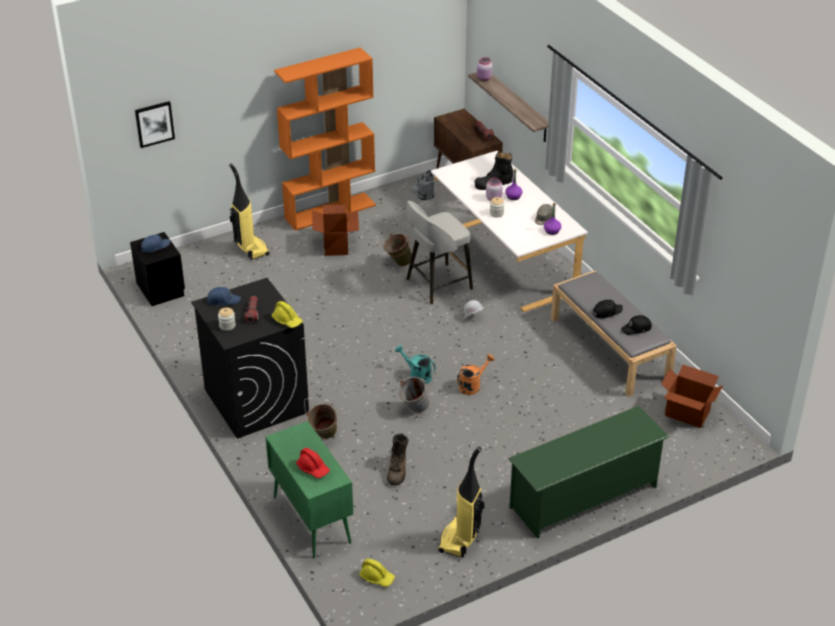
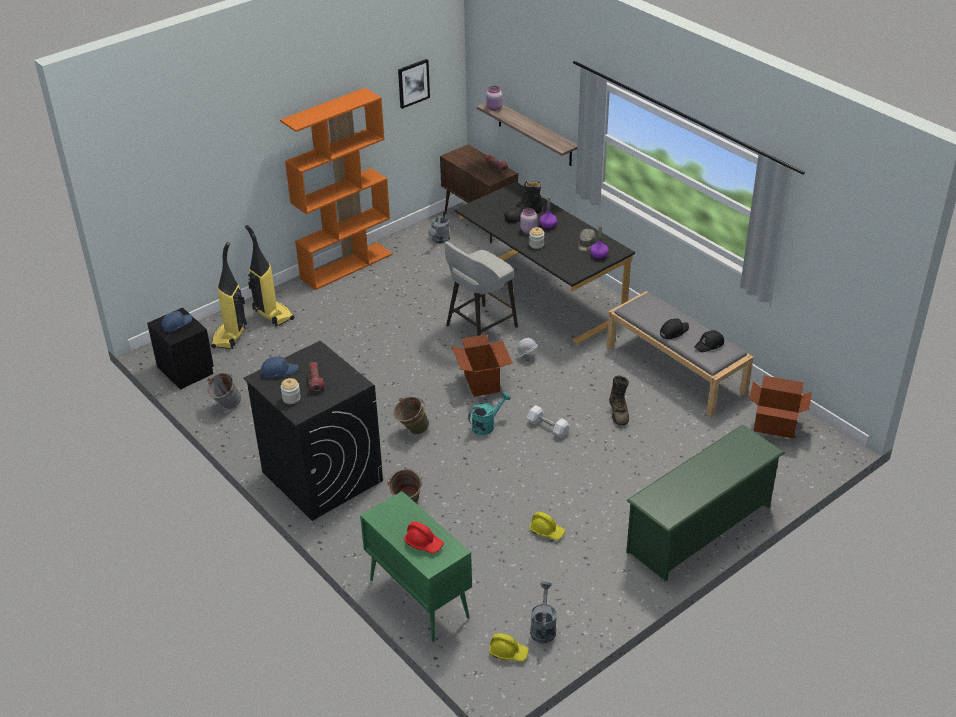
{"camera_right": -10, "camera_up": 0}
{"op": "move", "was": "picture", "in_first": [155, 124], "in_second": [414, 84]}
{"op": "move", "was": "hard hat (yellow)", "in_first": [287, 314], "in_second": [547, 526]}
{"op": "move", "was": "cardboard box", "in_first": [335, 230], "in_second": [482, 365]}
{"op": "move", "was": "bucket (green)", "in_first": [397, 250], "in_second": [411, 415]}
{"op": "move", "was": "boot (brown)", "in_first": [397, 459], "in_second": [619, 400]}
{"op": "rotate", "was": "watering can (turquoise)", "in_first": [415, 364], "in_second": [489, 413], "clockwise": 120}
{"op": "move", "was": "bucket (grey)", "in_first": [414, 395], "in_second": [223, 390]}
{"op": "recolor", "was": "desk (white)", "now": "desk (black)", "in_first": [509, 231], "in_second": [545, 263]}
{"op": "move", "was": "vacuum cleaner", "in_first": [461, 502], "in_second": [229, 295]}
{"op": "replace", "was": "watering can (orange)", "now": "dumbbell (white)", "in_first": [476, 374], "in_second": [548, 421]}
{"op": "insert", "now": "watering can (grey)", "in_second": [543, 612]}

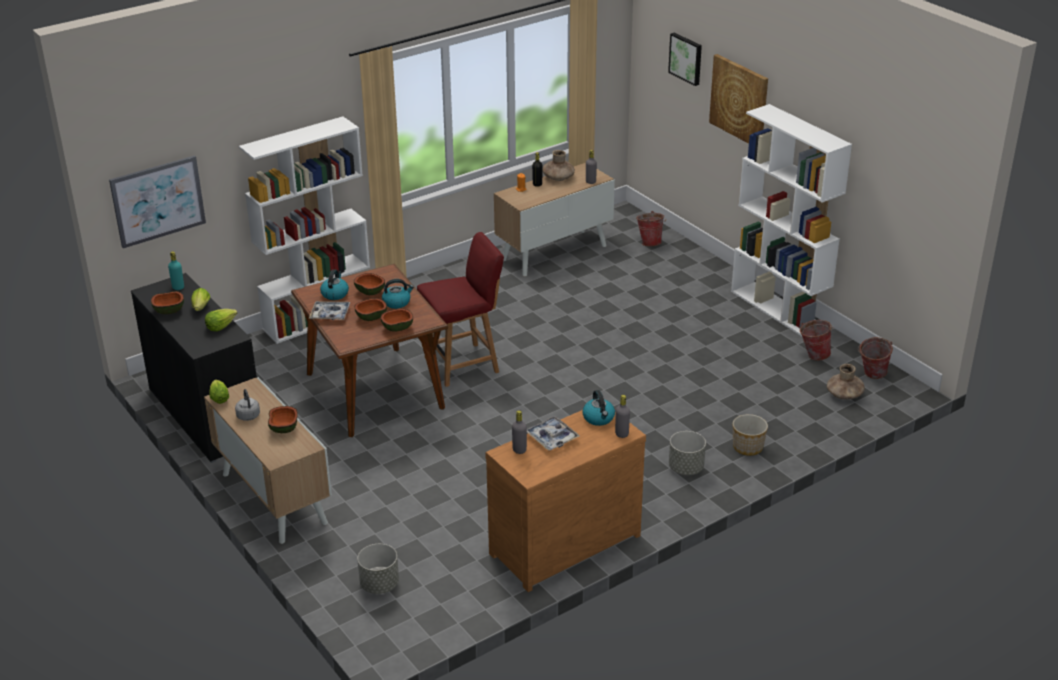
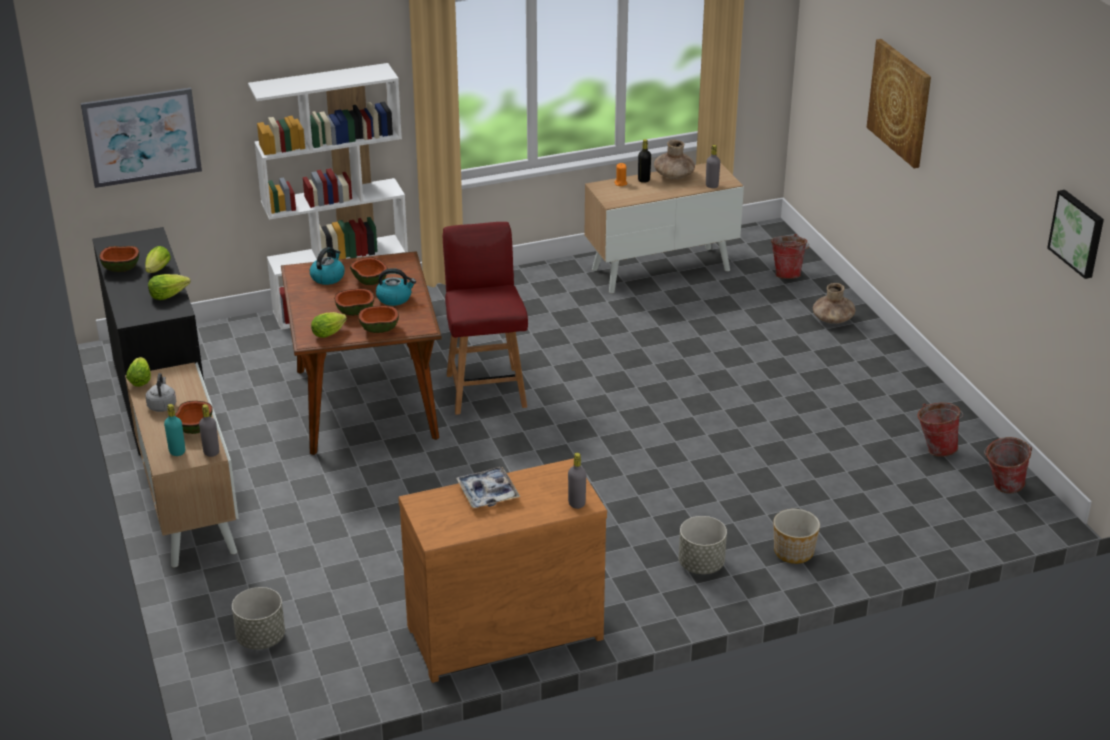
{"camera_right": 15, "camera_up": 0}
{"op": "move", "was": "bottle (turquoise)", "in_first": [176, 270], "in_second": [174, 430]}
{"op": "delete", "was": "tray", "in_first": [330, 310]}
{"op": "rotate", "was": "chair (red)", "in_first": [460, 309], "in_second": [485, 318], "clockwise": -90}
{"op": "move", "was": "bottle (grey)", "in_first": [519, 432], "in_second": [209, 430]}
{"op": "delete", "was": "kettle", "in_first": [598, 408]}
{"op": "move", "was": "picture", "in_first": [685, 59], "in_second": [1075, 234]}
{"op": "delete", "was": "bookcase (white)", "in_first": [791, 220]}
{"op": "move", "was": "vase (brown)", "in_first": [846, 382], "in_second": [834, 303]}
{"op": "insert", "now": "lettuce", "in_second": [329, 325]}

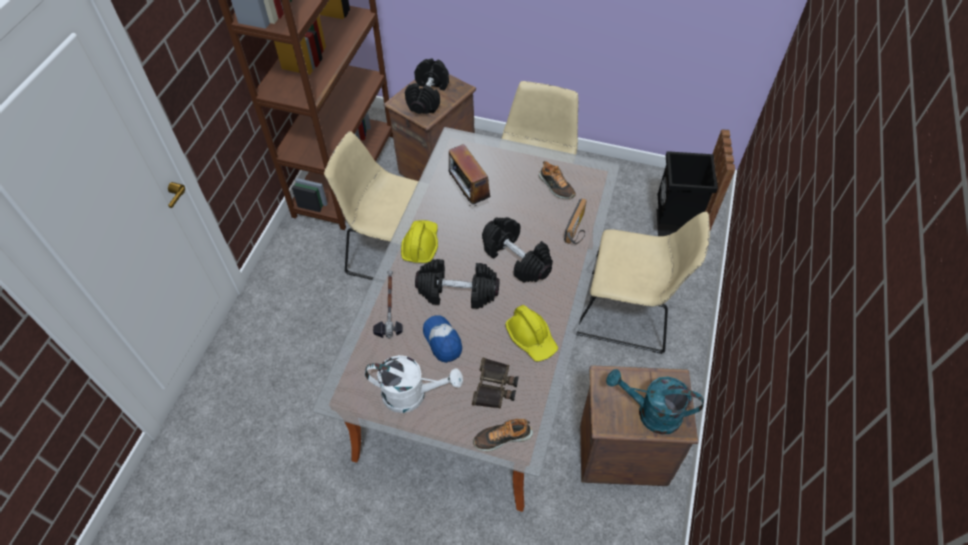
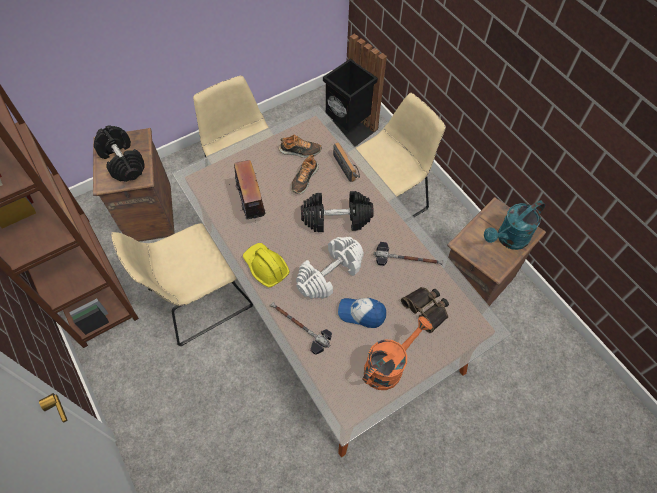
{"camera_right": -50, "camera_up": 5}
{"op": "recolor", "was": "watering can (white)", "now": "watering can (orange)", "in_first": [414, 384], "in_second": [397, 353]}
{"op": "recolor", "was": "dumbbell (black)", "now": "dumbbell (white)", "in_first": [457, 284], "in_second": [330, 268]}
{"op": "rotate", "was": "radio", "in_first": [470, 175], "in_second": [247, 191], "clockwise": -120}
{"op": "move", "was": "shoe", "in_first": [503, 435], "in_second": [305, 174]}
{"op": "replace", "was": "hard hat (yellow)", "now": "hammer", "in_first": [531, 333], "in_second": [408, 254]}

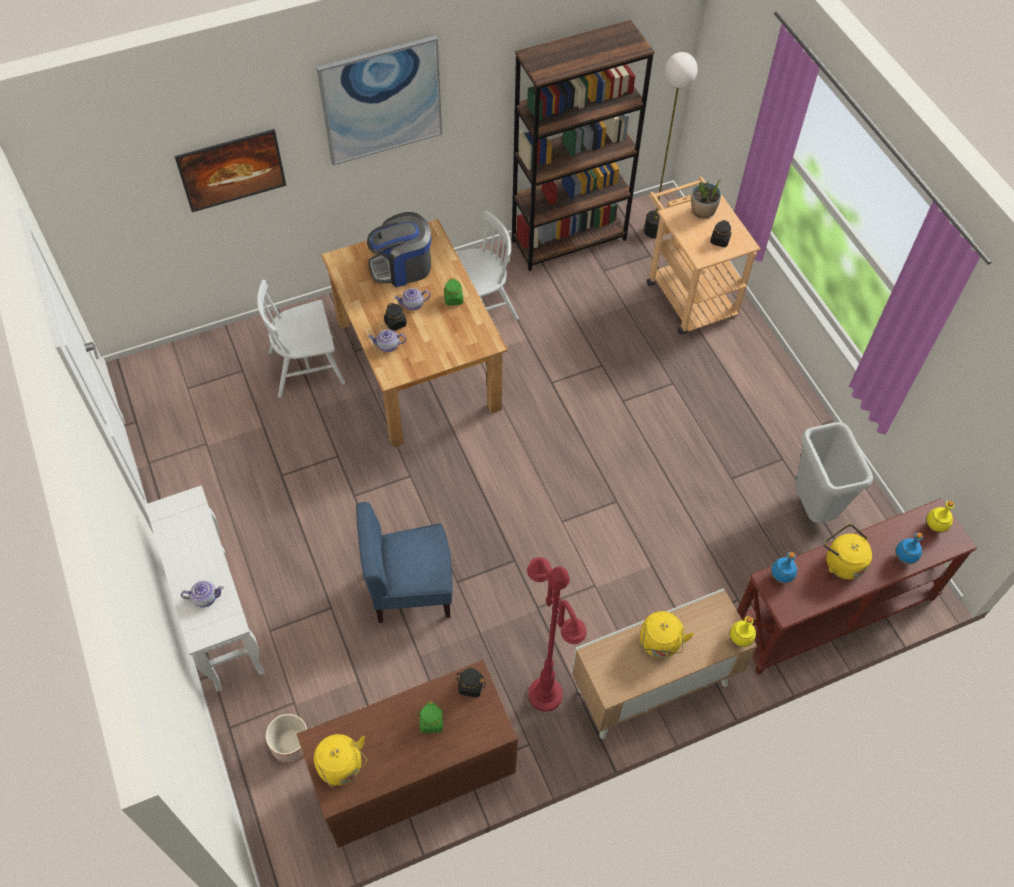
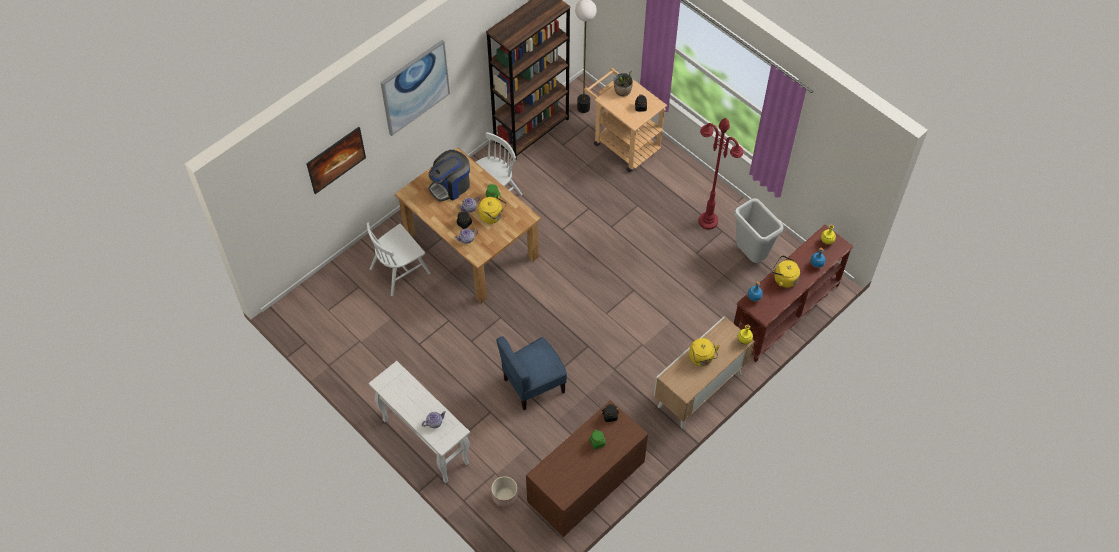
{"camera_right": -20, "camera_up": 0}
{"op": "move", "was": "kettle (yellow)", "in_first": [340, 760], "in_second": [492, 210]}
{"op": "move", "was": "floor lamp (red)", "in_first": [557, 634], "in_second": [721, 174]}

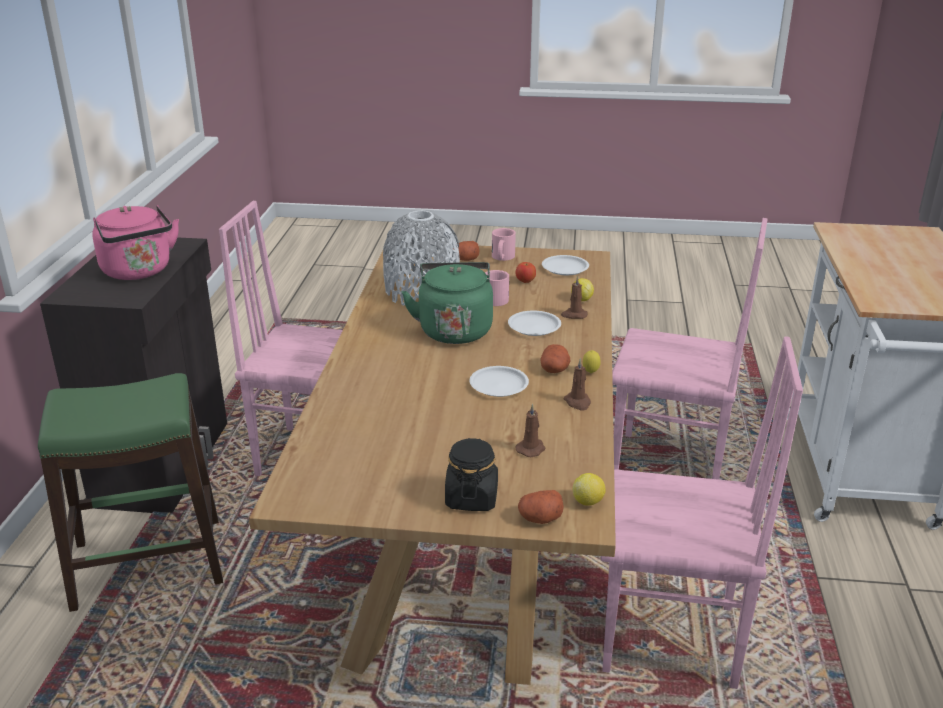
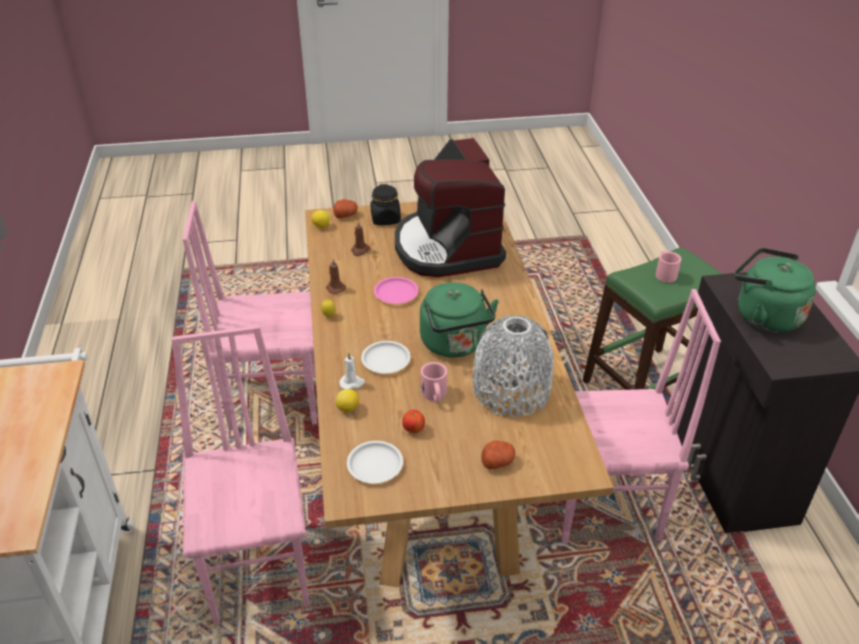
{"camera_right": 165, "camera_up": 10}
{"op": "recolor", "was": "kettle (pink)", "now": "kettle (green)", "in_first": [135, 242], "in_second": [775, 290]}
{"op": "recolor", "was": "plate (white)", "now": "plate (pink)", "in_first": [499, 381], "in_second": [396, 290]}
{"op": "move", "was": "mug (pink)", "in_first": [504, 244], "in_second": [668, 267]}
{"op": "delete", "was": "potato", "in_first": [555, 358]}
{"op": "recolor", "was": "candle (brown)", "now": "candle (white)", "in_first": [574, 297], "in_second": [352, 371]}
{"op": "rotate", "was": "chair (pink)", "in_first": [689, 349], "in_second": [240, 474], "clockwise": 75}
{"op": "insert", "now": "coffee machine", "in_second": [450, 207]}

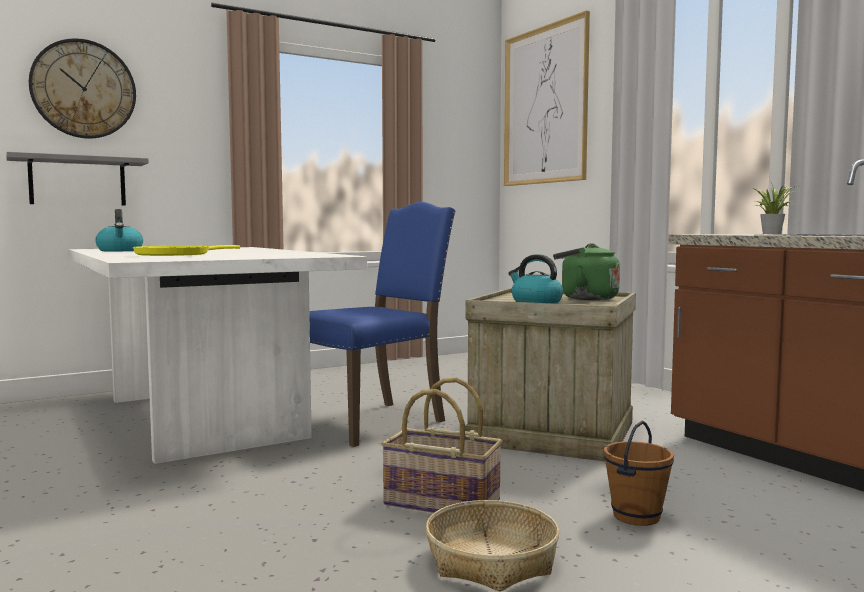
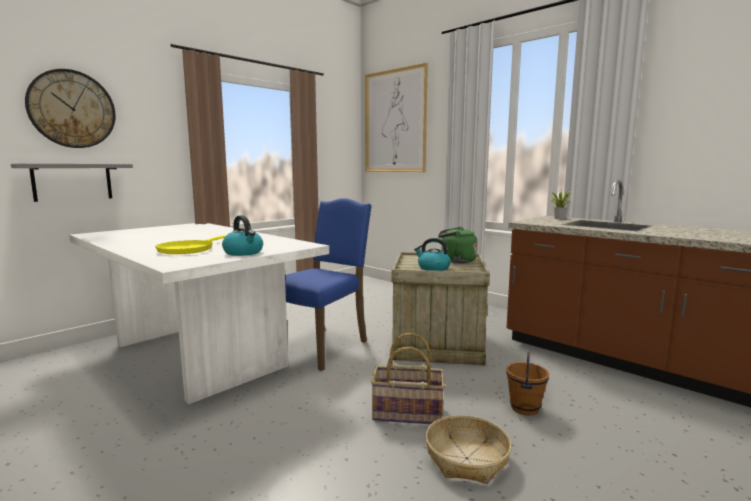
{"camera_right": -15, "camera_up": 5}
{"op": "move", "was": "kettle", "in_first": [119, 230], "in_second": [242, 235]}

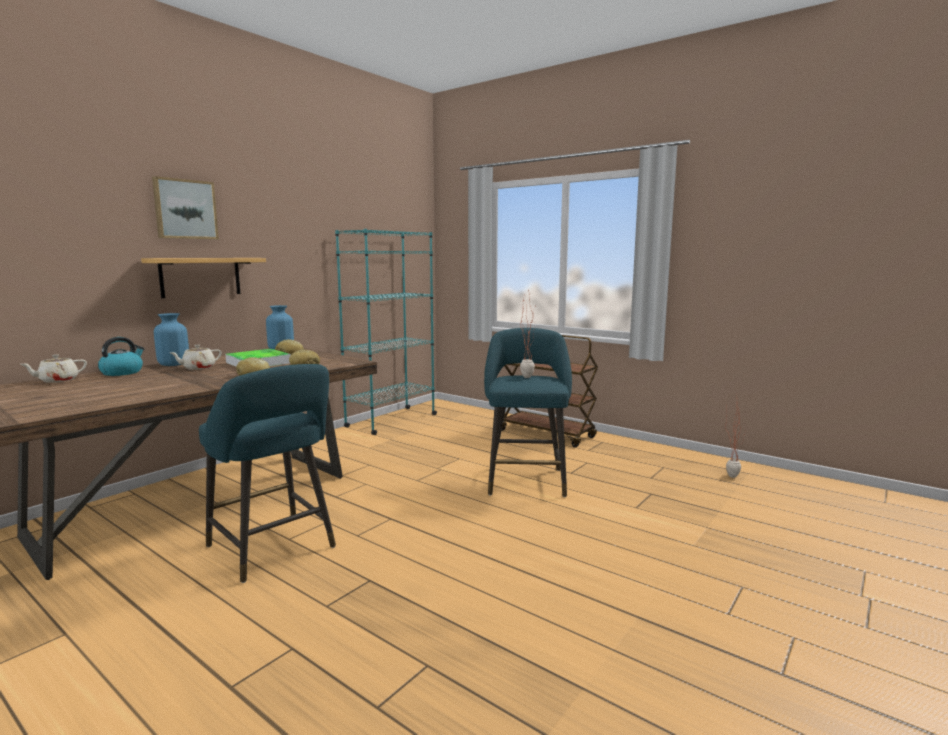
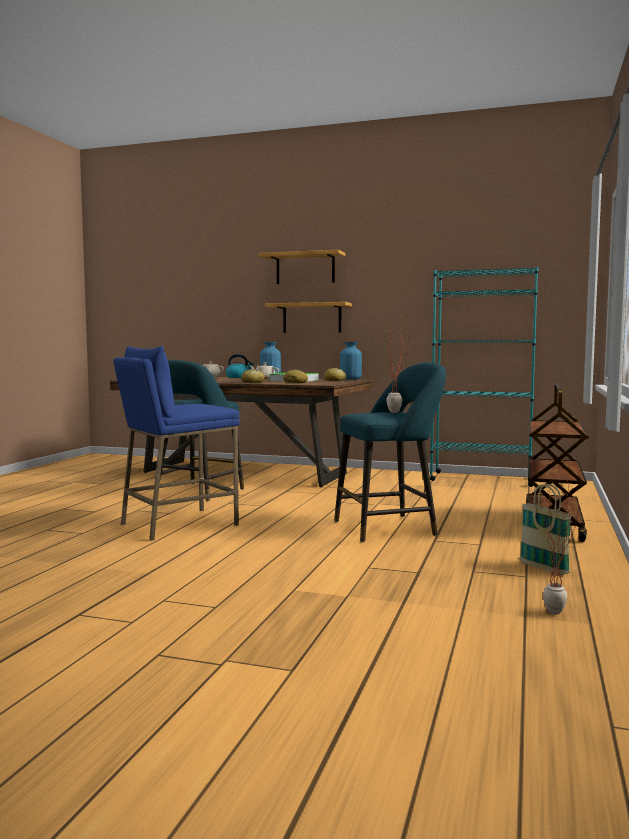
{"camera_right": 70, "camera_up": -5}
{"op": "replace", "was": "picture", "now": "shelf", "in_first": [185, 207], "in_second": [301, 267]}
{"op": "insert", "now": "stool (blue)", "in_second": [176, 443]}
{"op": "insert", "now": "basket", "in_second": [546, 529]}

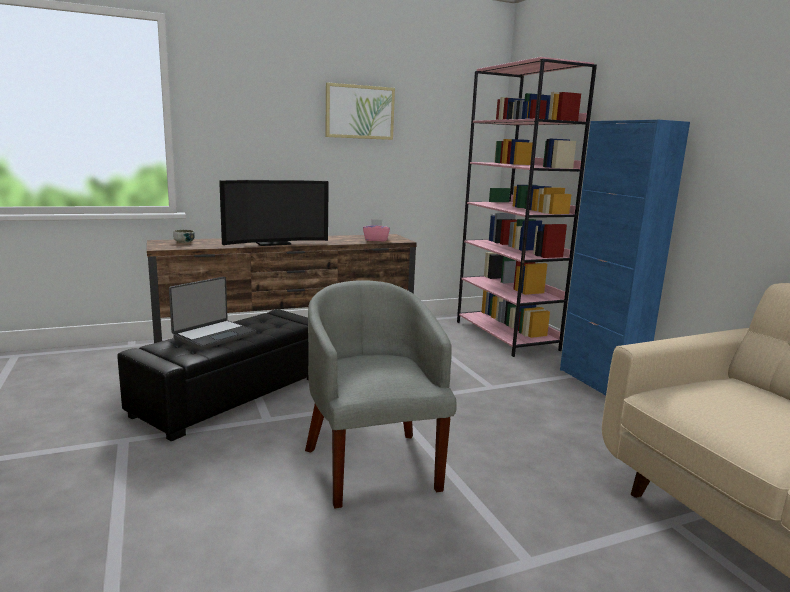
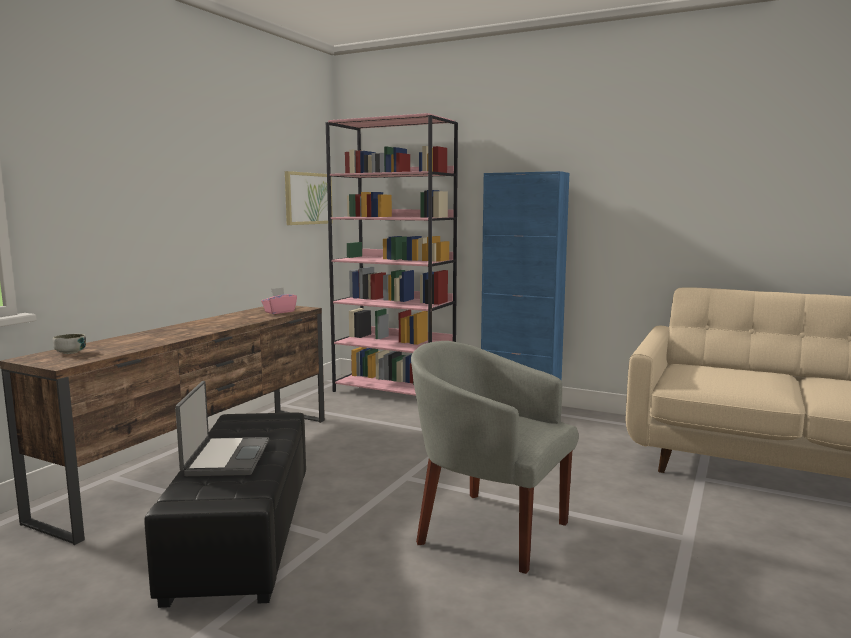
{"camera_right": -40, "camera_up": -5}
{"op": "delete", "was": "television", "in_first": [274, 213]}
{"op": "move", "was": "picture", "in_first": [360, 111], "in_second": [309, 198]}

